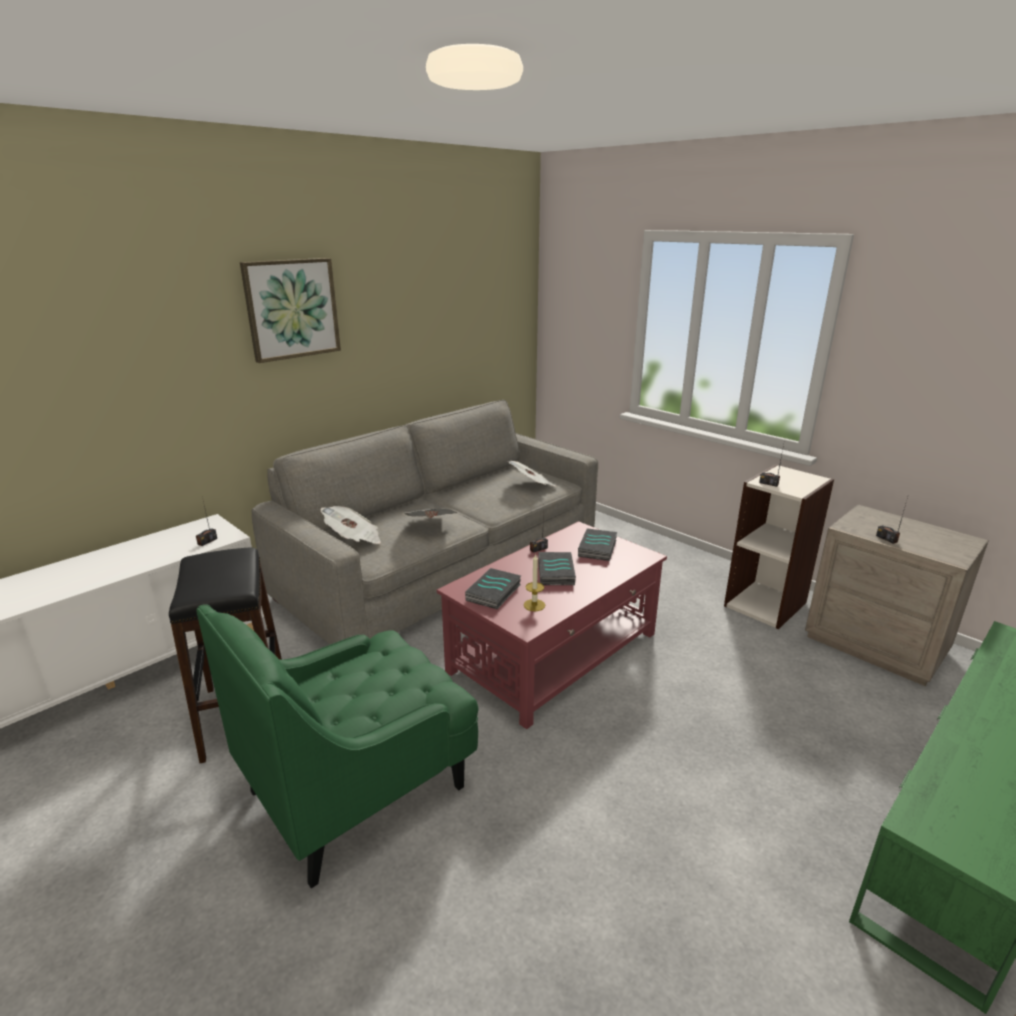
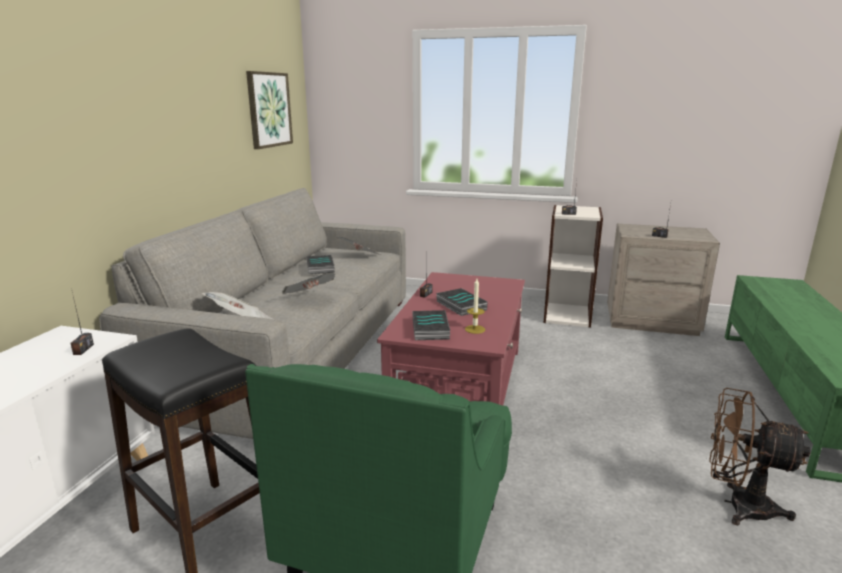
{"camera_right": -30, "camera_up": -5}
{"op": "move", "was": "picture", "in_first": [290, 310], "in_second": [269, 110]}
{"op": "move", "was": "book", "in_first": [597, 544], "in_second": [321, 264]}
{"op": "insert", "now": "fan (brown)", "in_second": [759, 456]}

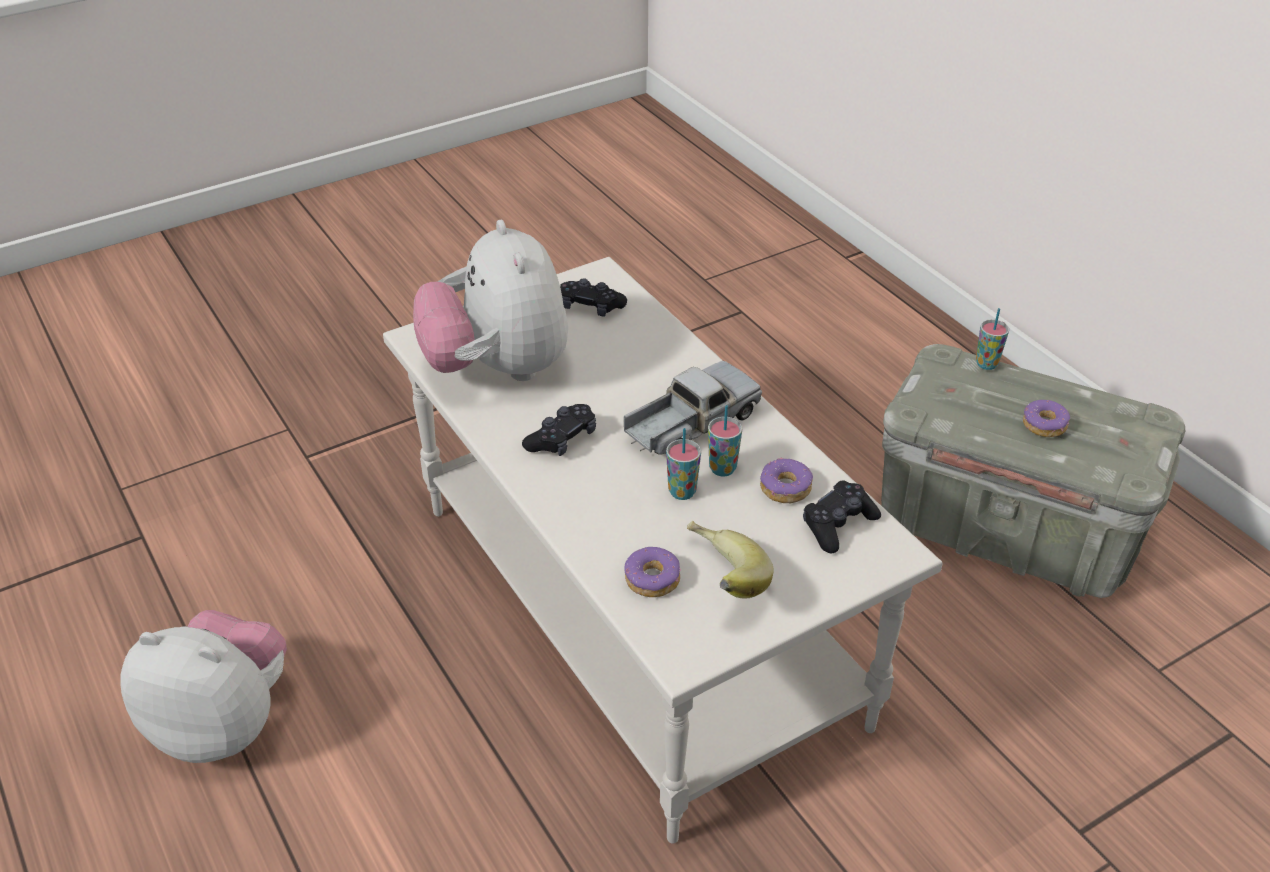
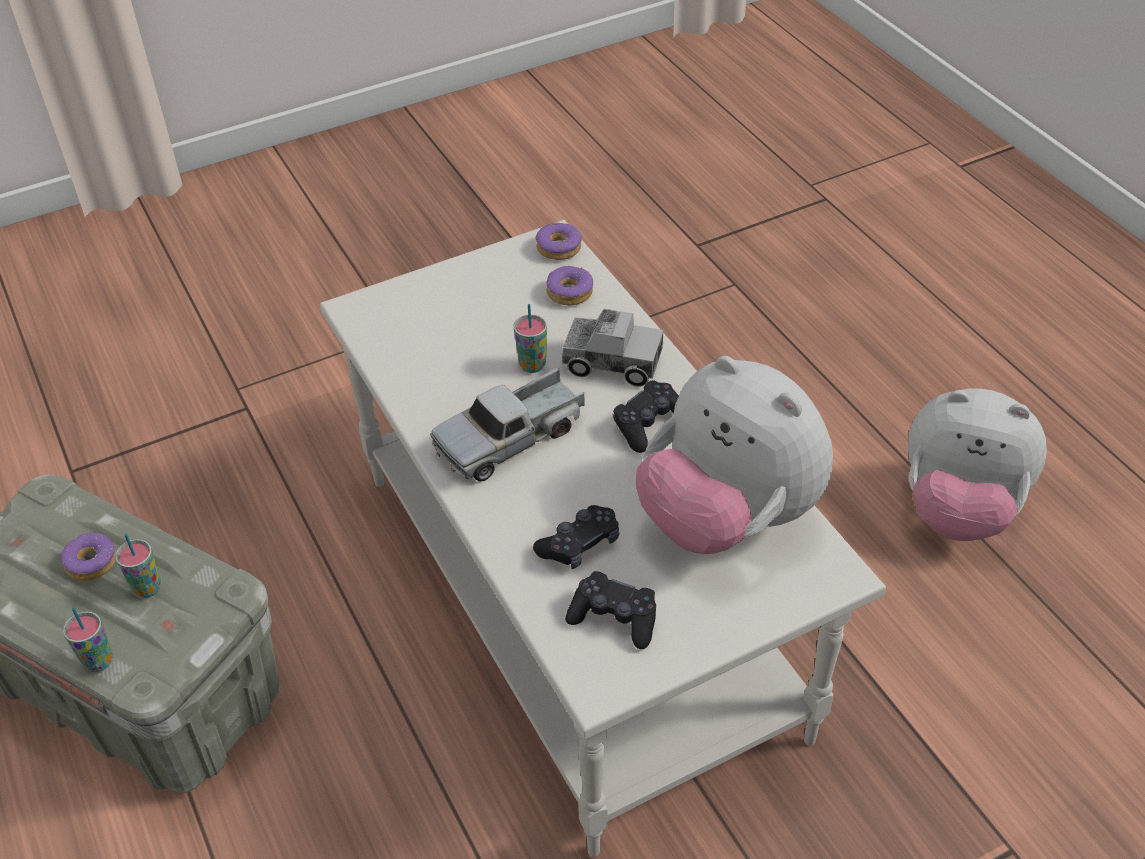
{"camera_right": -175, "camera_up": 5}
{"op": "rotate", "was": "plush toy", "in_first": [490, 300], "in_second": [734, 455], "clockwise": 150}
{"op": "delete", "was": "banana", "in_first": [730, 559]}
{"op": "move", "was": "cup", "in_first": [725, 440], "in_second": [138, 566]}
{"op": "move", "was": "donut", "in_first": [786, 480], "in_second": [559, 241]}
{"op": "move", "was": "game controller (black)", "in_first": [842, 516], "in_second": [576, 537]}
{"op": "insert", "now": "toy truck", "in_second": [612, 348]}

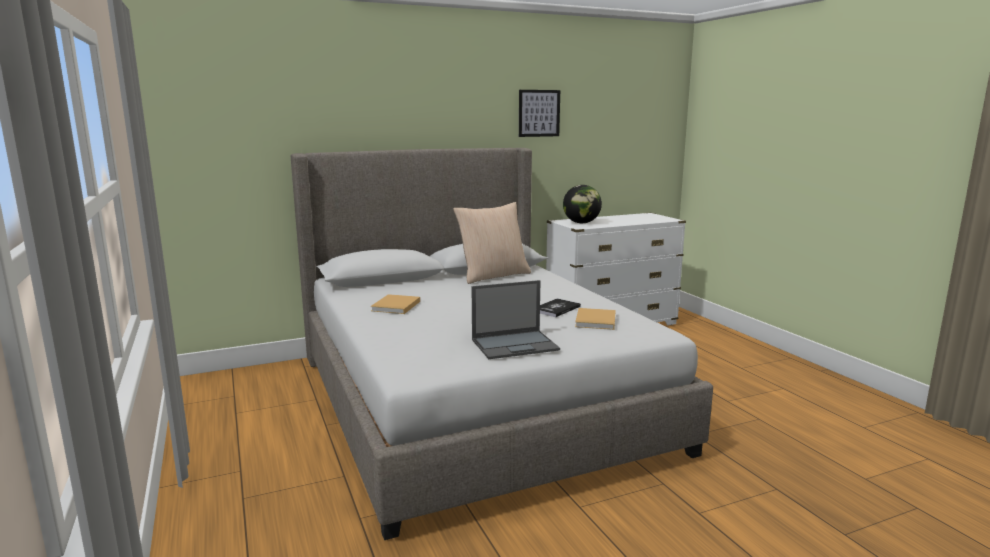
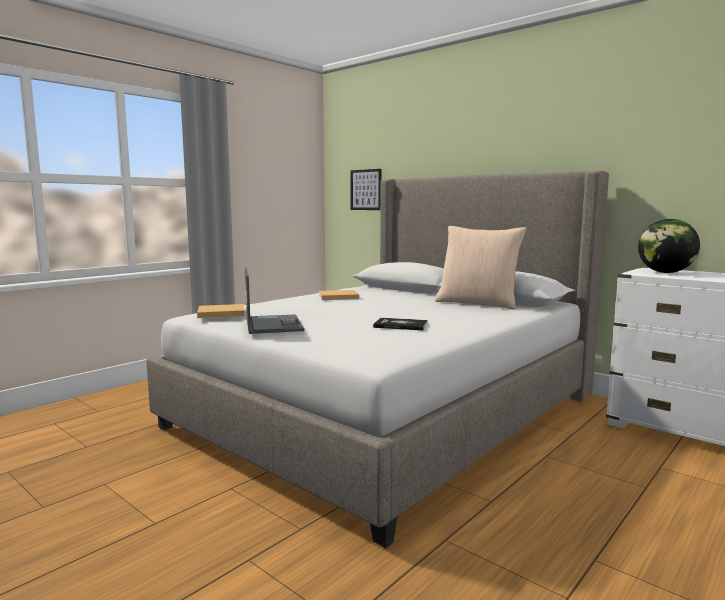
{"camera_right": 65, "camera_up": -5}
{"op": "rotate", "was": "laptop", "in_first": [516, 319], "in_second": [274, 301], "clockwise": -150}
{"op": "move", "was": "picture", "in_first": [539, 113], "in_second": [366, 189]}
{"op": "move", "was": "book (beige)", "in_first": [595, 319], "in_second": [221, 311]}

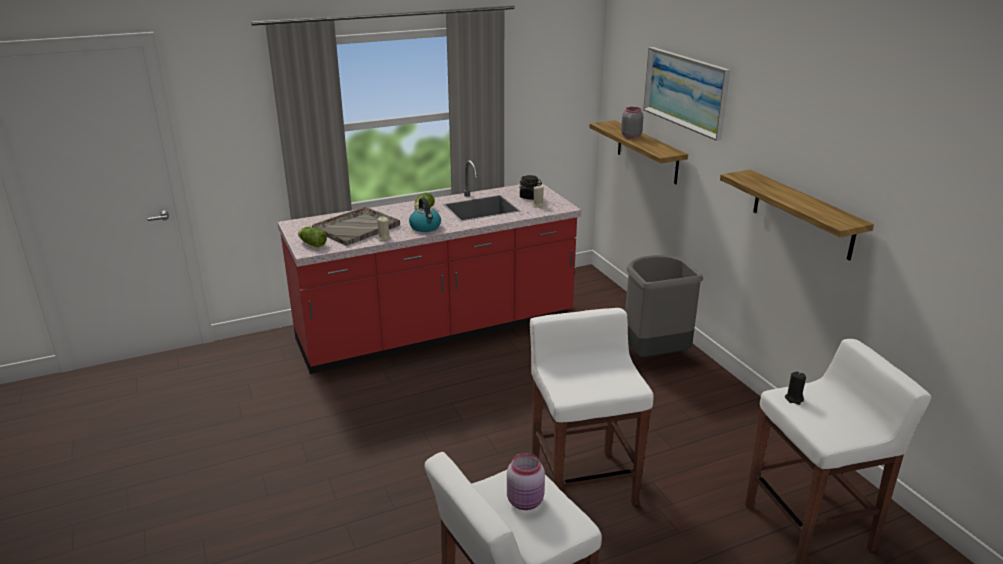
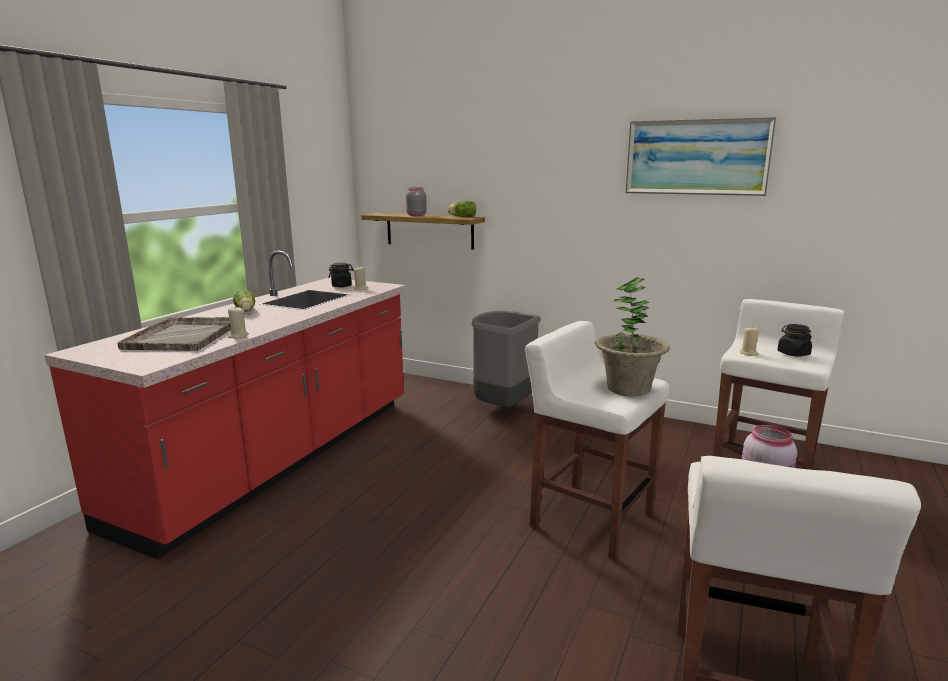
{"camera_right": -40, "camera_up": -10}
{"op": "move", "was": "lettuce", "in_first": [312, 237], "in_second": [461, 209]}
{"op": "delete", "was": "kettle", "in_first": [425, 215]}
{"op": "move", "was": "picture", "in_first": [686, 94], "in_second": [701, 156]}
{"op": "delete", "was": "shelf", "in_first": [797, 215]}
{"op": "recolor", "was": "candle (black)", "now": "candle (beige)", "in_first": [795, 388], "in_second": [749, 341]}
{"op": "insert", "now": "potted plant", "in_second": [632, 336]}
{"op": "insert", "now": "jar (black)", "in_second": [795, 340]}

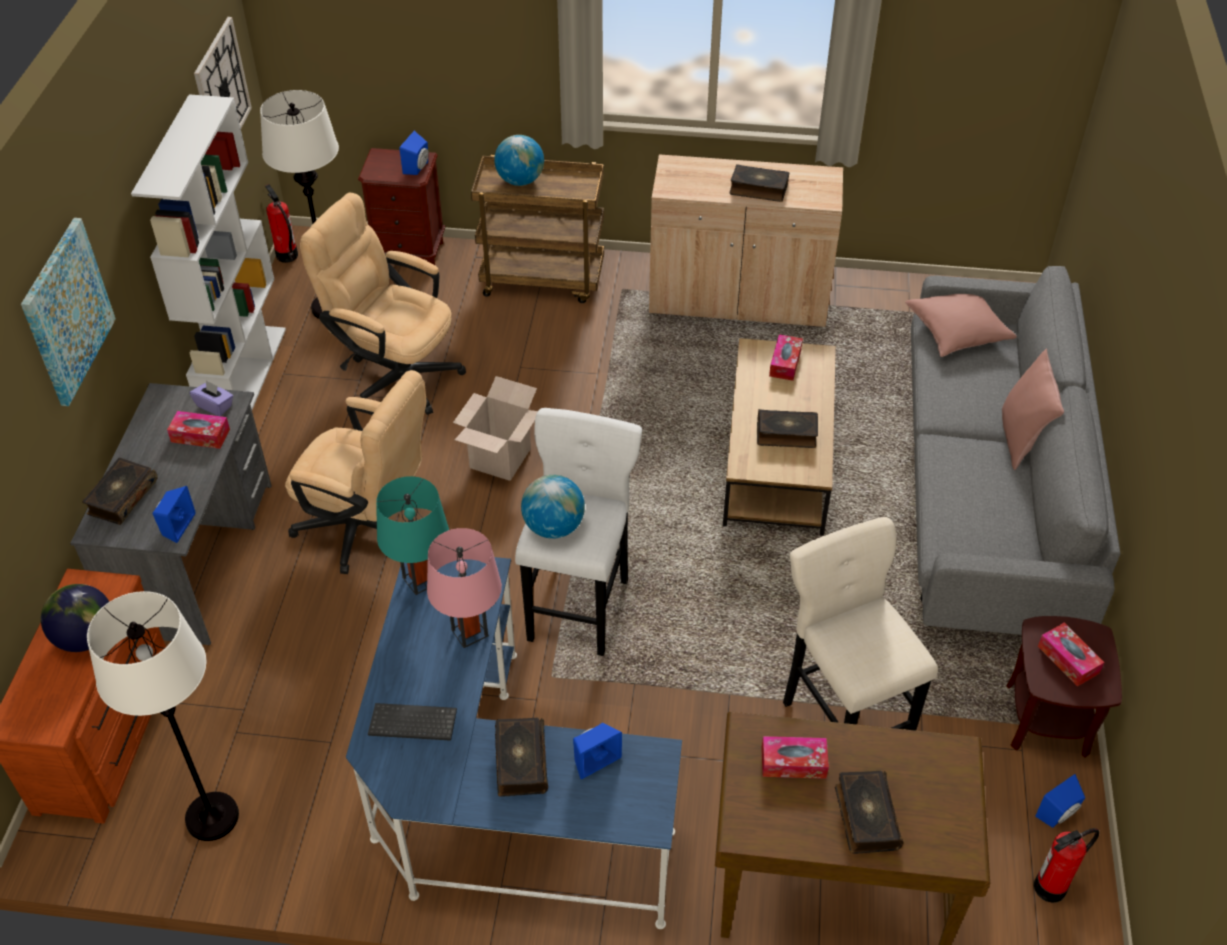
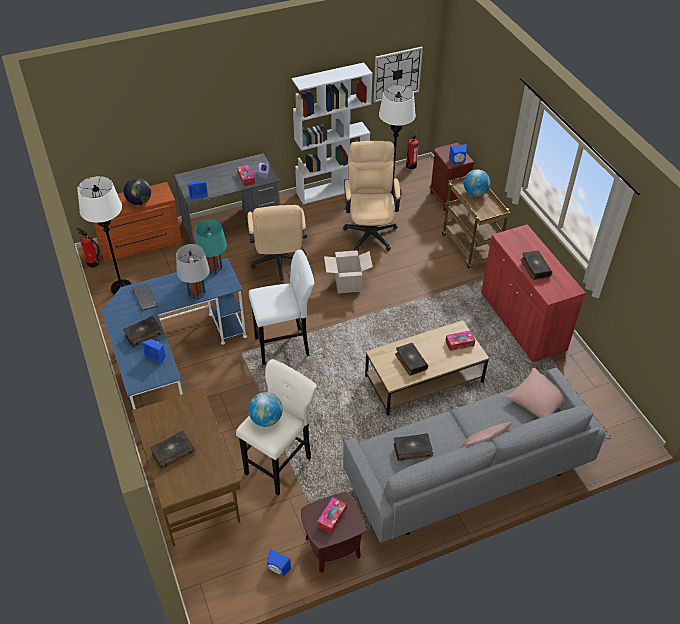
{"camera_right": 60, "camera_up": 0}
{"op": "delete", "was": "picture", "in_first": [68, 312]}
{"op": "move", "was": "book", "in_first": [120, 491], "in_second": [413, 447]}
{"op": "recolor", "was": "table lamp (pink)", "now": "table lamp (grey)", "in_first": [464, 588], "in_second": [193, 272]}
{"op": "move", "was": "globe", "in_first": [553, 507], "in_second": [265, 409]}
{"op": "recolor", "was": "cabinet (beige)", "now": "cabinet (red)", "in_first": [746, 240], "in_second": [533, 293]}
{"op": "delete", "was": "tissue box", "in_first": [795, 757]}
{"op": "move", "was": "fire extinguisher", "in_first": [1066, 865], "in_second": [88, 248]}

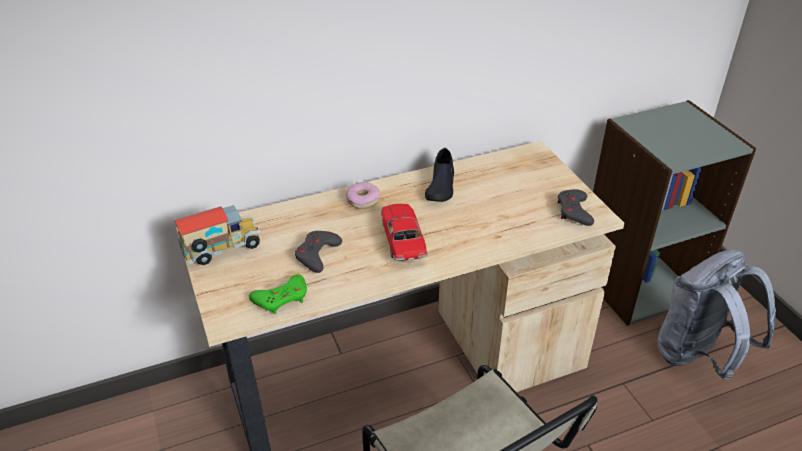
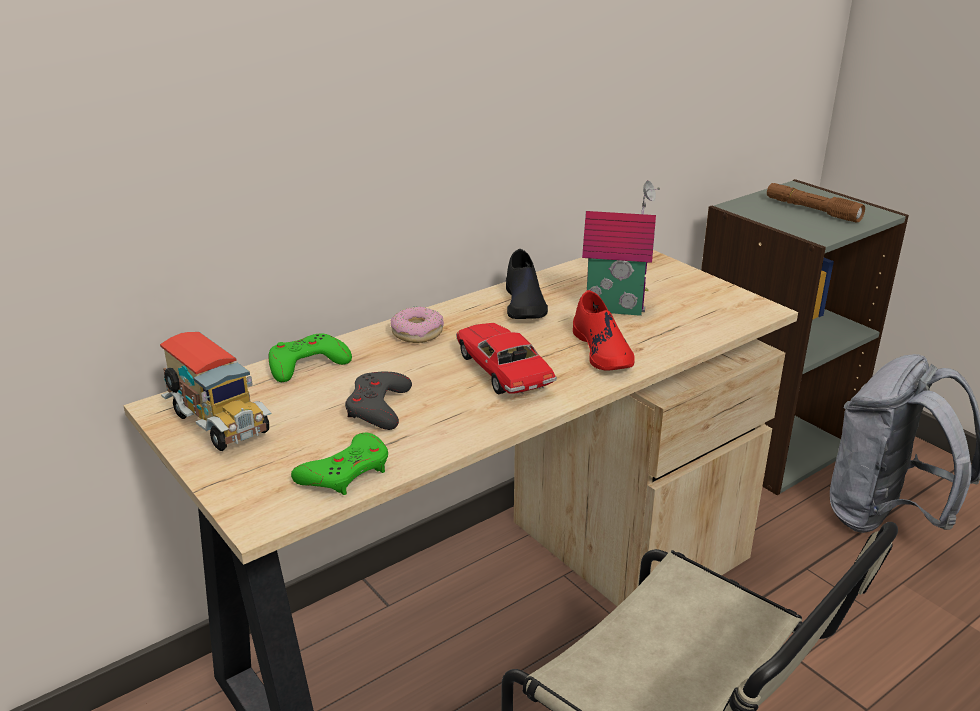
{"camera_right": -15, "camera_up": -10}
{"op": "rotate", "was": "toy truck", "in_first": [218, 235], "in_second": [215, 391], "clockwise": 90}
{"op": "delete", "was": "game controller (grey)", "in_first": [576, 207]}
{"op": "insert", "now": "game controller (green)", "in_second": [310, 357]}
{"op": "insert", "now": "shoe (red)", "in_second": [604, 330]}
{"op": "insert", "now": "toy house", "in_second": [621, 248]}
{"op": "insert", "now": "flashlight (brown)", "in_second": [816, 202]}

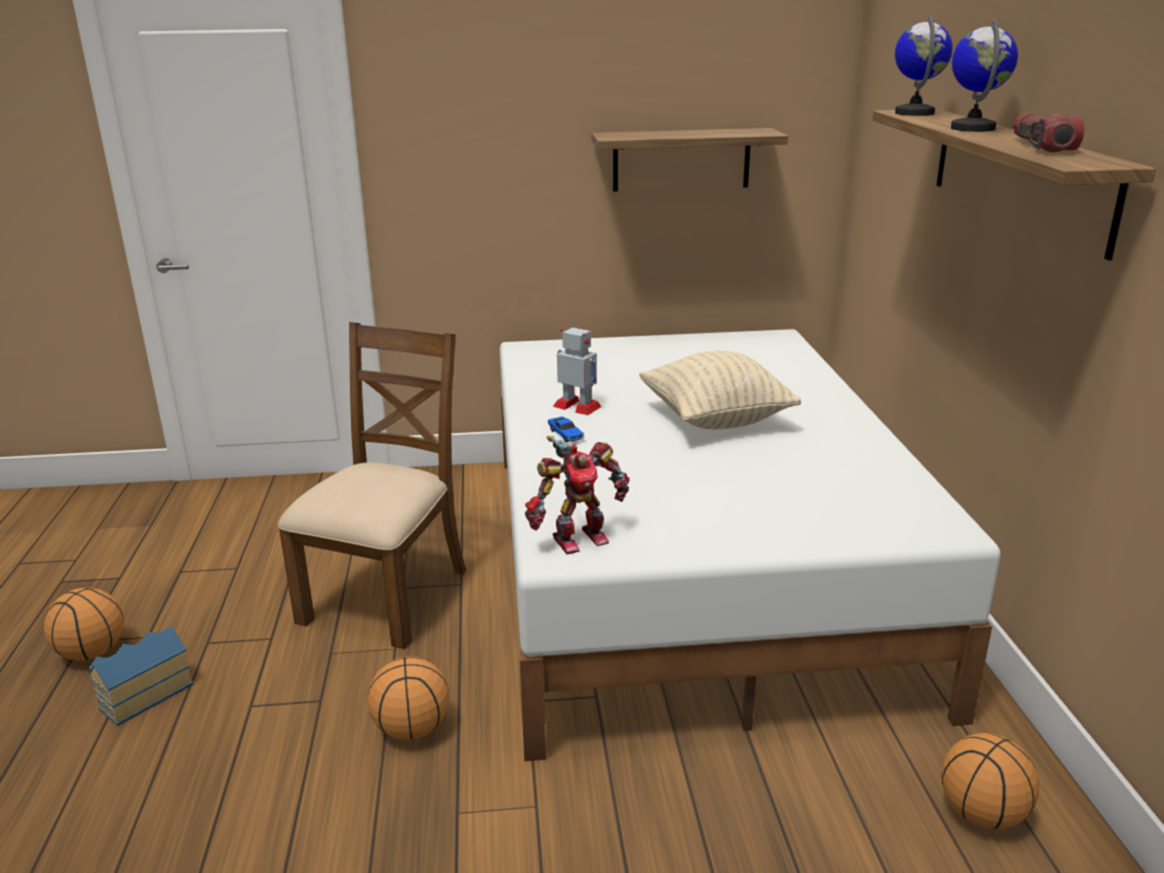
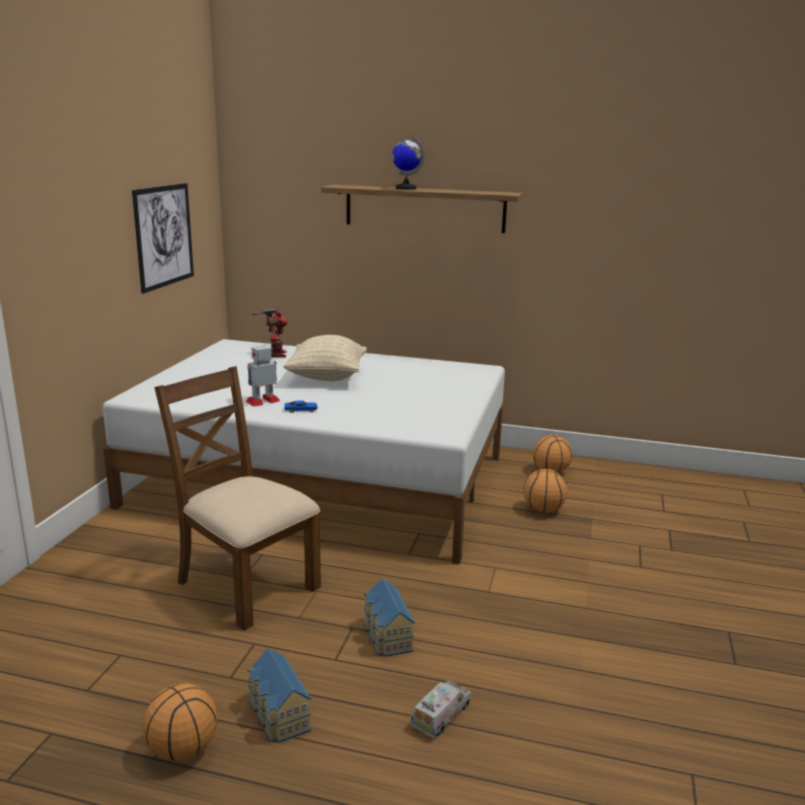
{"camera_right": -70, "camera_up": -5}
{"op": "move", "was": "basketball", "in_first": [408, 698], "in_second": [545, 491]}
{"op": "move", "was": "toy robot", "in_first": [577, 495], "in_second": [269, 332]}
{"op": "replace", "was": "shelf", "now": "picture", "in_first": [689, 160], "in_second": [163, 238]}
{"op": "delete", "was": "globe", "in_first": [924, 65]}
{"op": "delete", "was": "flashlight", "in_first": [1049, 132]}
{"op": "insert", "now": "toy house", "in_second": [389, 617]}
{"op": "insert", "now": "toy truck", "in_second": [441, 709]}

